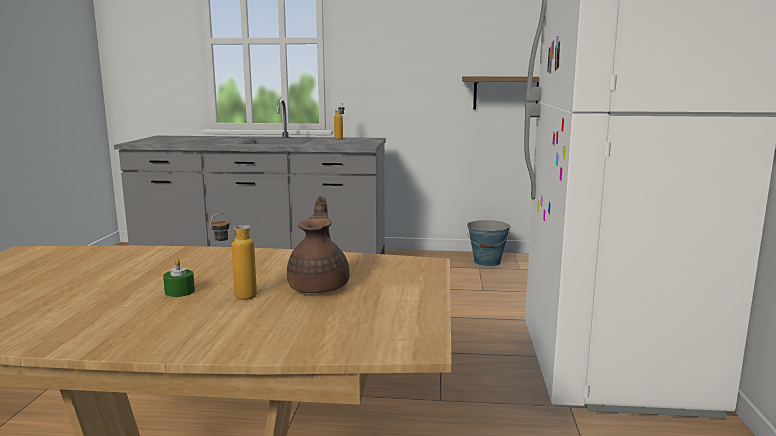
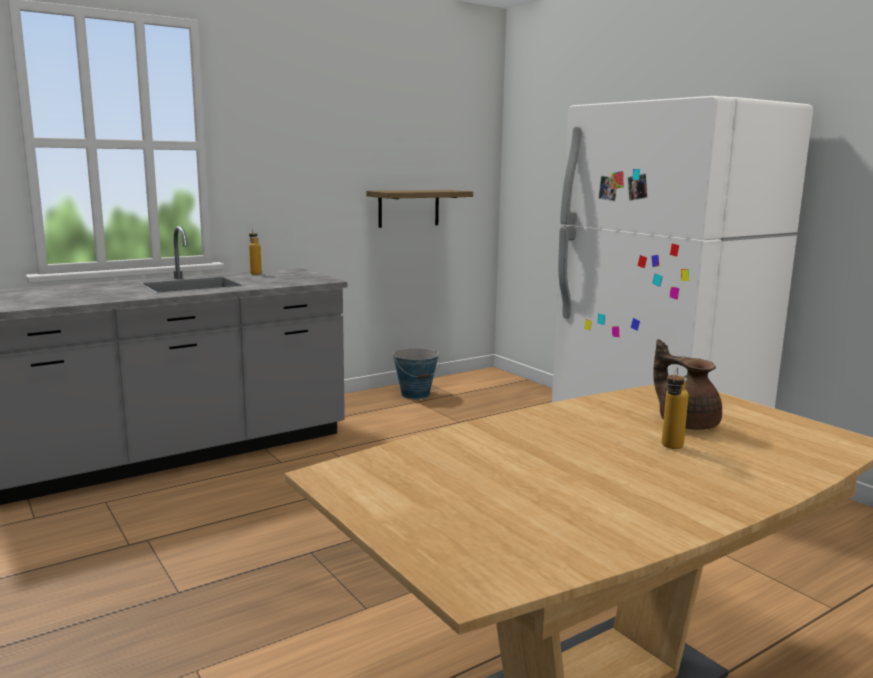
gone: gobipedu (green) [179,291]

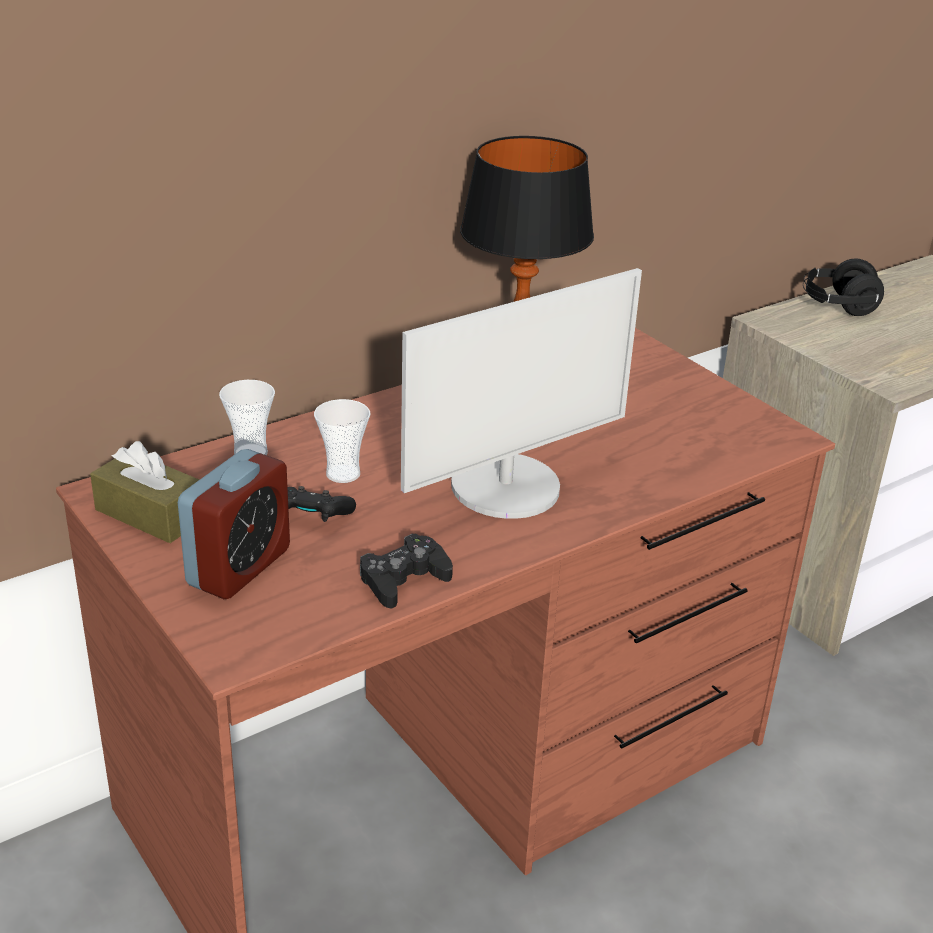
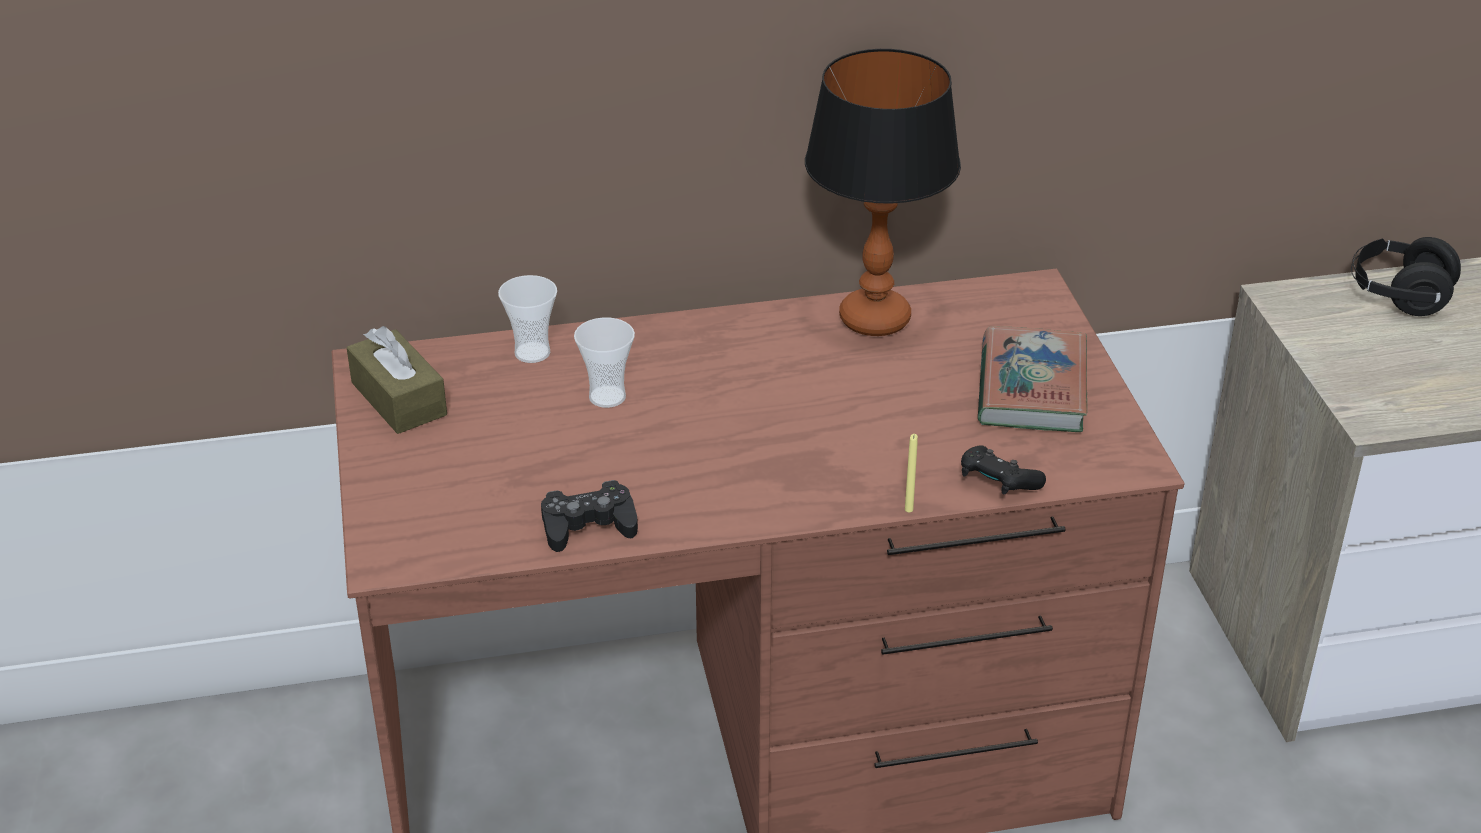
gone: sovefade [239,567]; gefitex [507,487]
new: gobipedu (yellow) [908,509]; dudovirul [1031,388]
shifted: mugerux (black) [313,517] to [997,484]

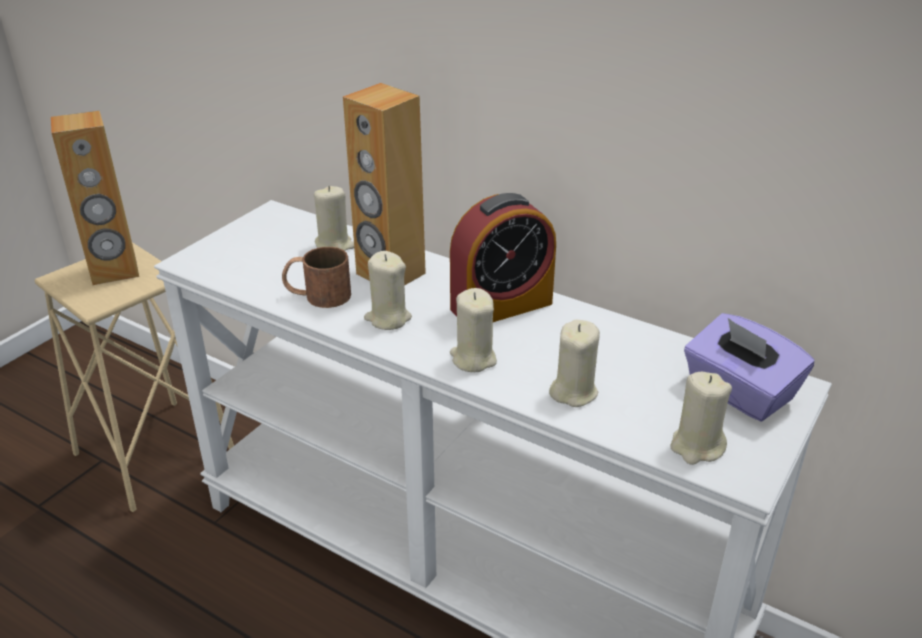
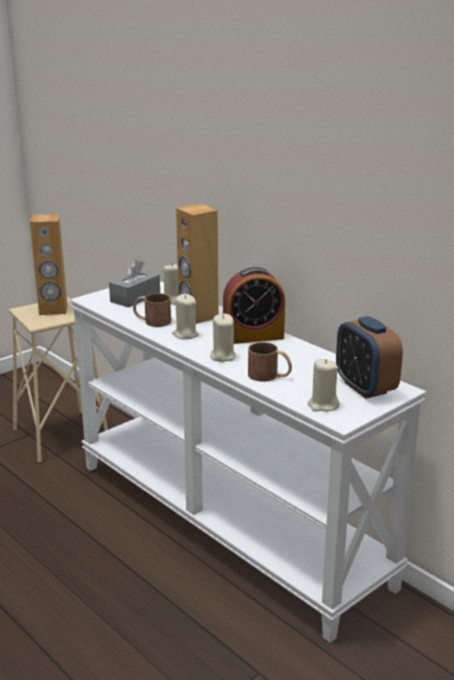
new: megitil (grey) [135,297]
swapped: gobipedu (beige) [573,392] to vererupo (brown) [269,376]; megitil (purple) [738,393] to sovefade [365,388]

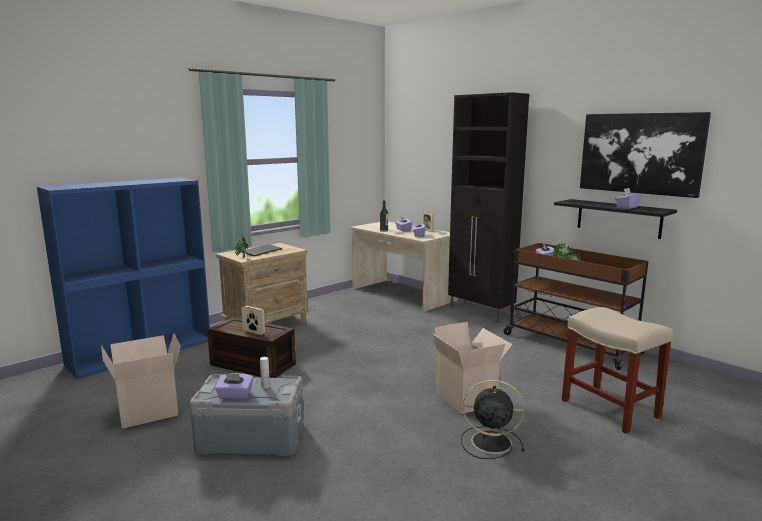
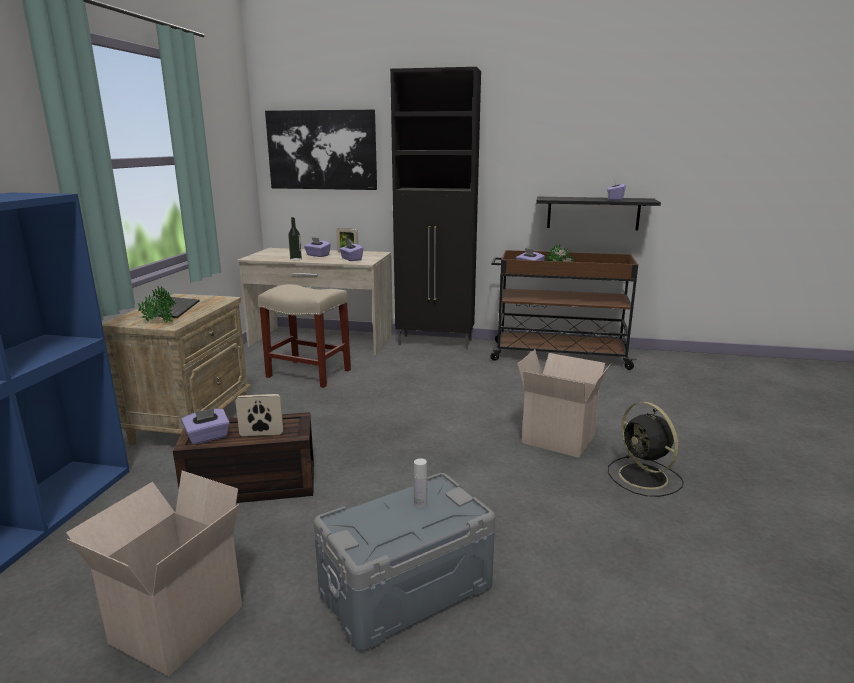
shifted: megitil (purple) [235,396] to [207,437]; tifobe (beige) [608,408] to [307,373]; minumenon [640,153] to [322,150]
rotated: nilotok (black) [489,442] = [644,477] 90 degrees counterclockwise

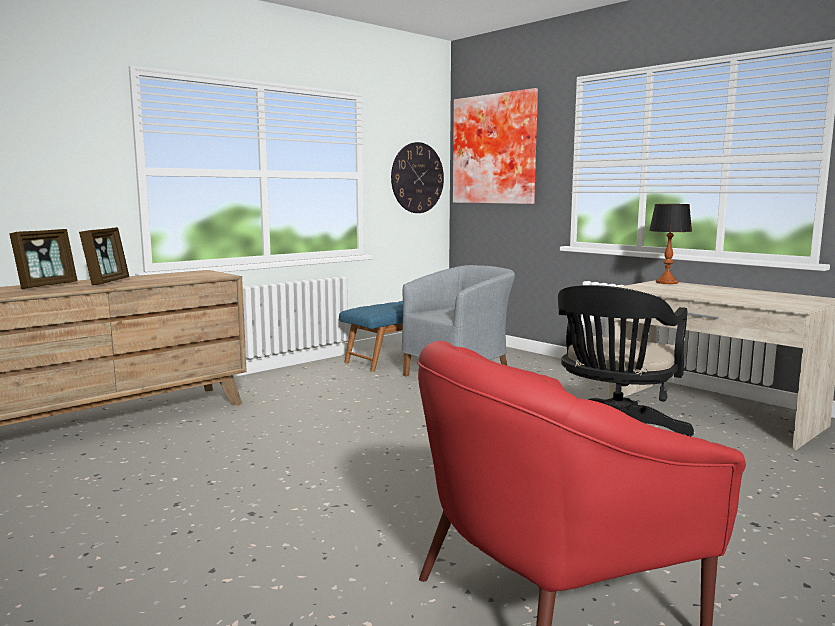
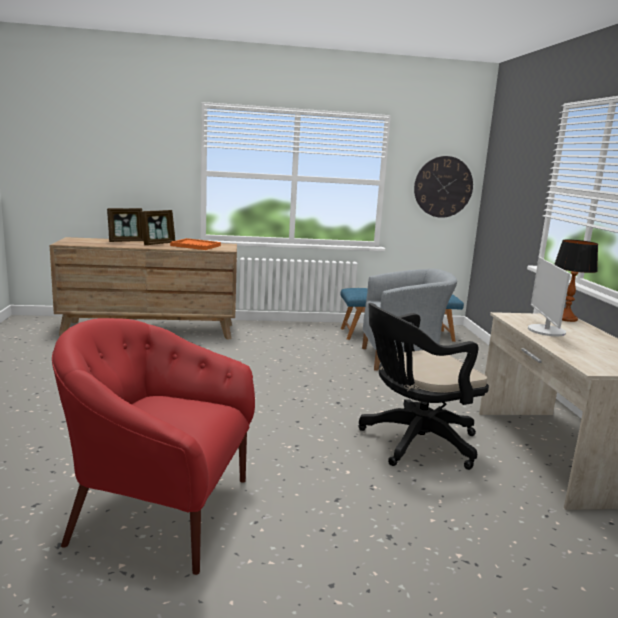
gone: minumenon [496,149]
new: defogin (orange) [196,246]; gefitex [546,331]

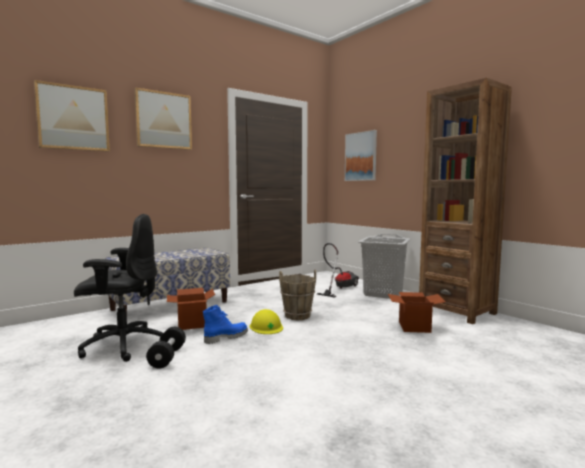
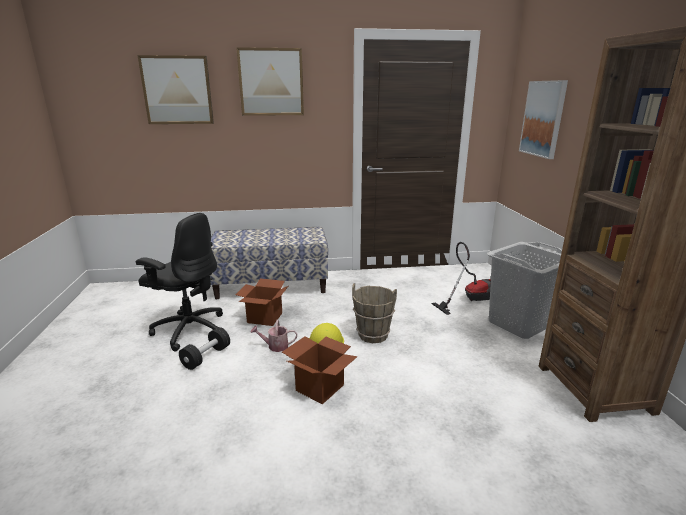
shifted: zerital [414,327] to [320,388]
swapped: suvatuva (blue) [226,337] to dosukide [275,346]

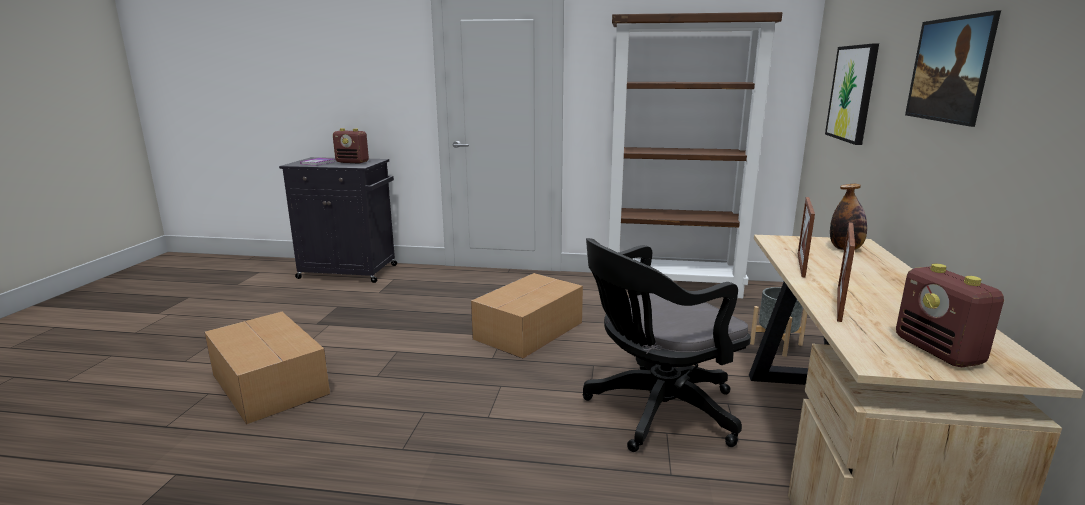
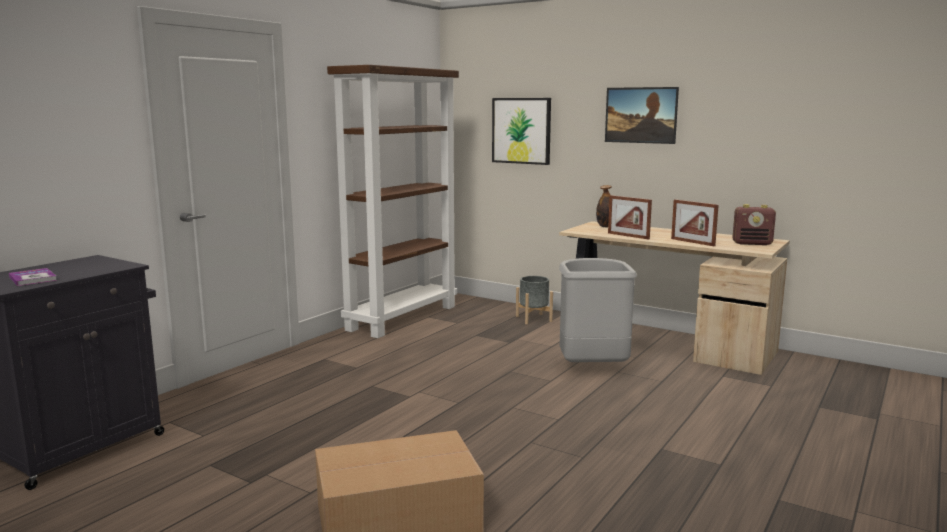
gone: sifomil [352,162]; zerital [530,330]
swapped: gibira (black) [655,412] to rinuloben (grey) [591,368]

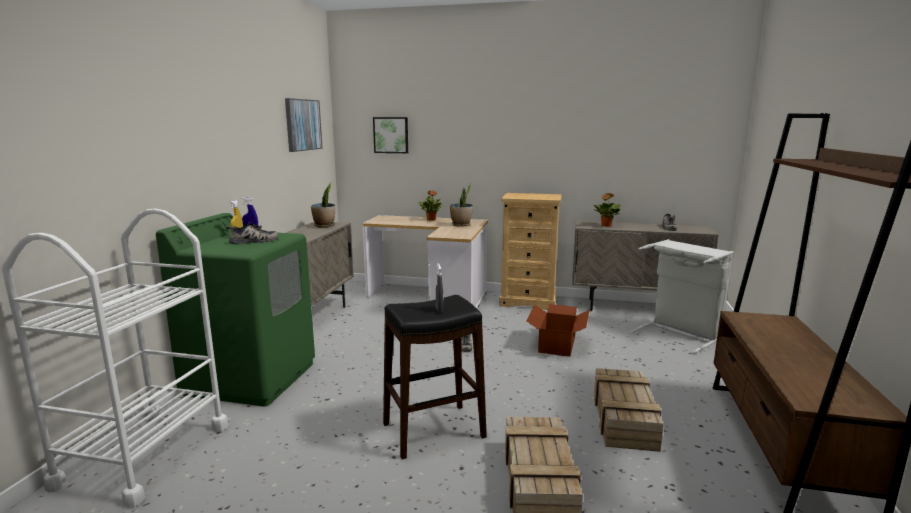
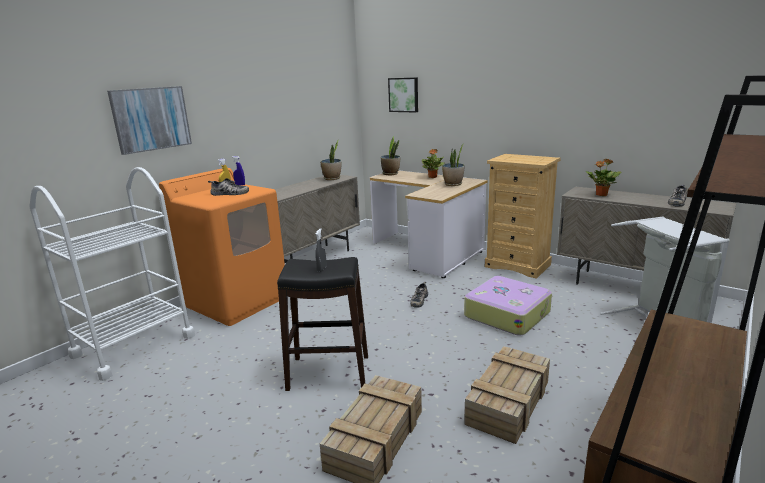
new: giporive [391,174]
shifted: minumenon [303,125] to [151,119]
swapped: zerital [556,344] to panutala [507,314]
repainted: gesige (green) [252,378] to gesige (orange) [237,301]

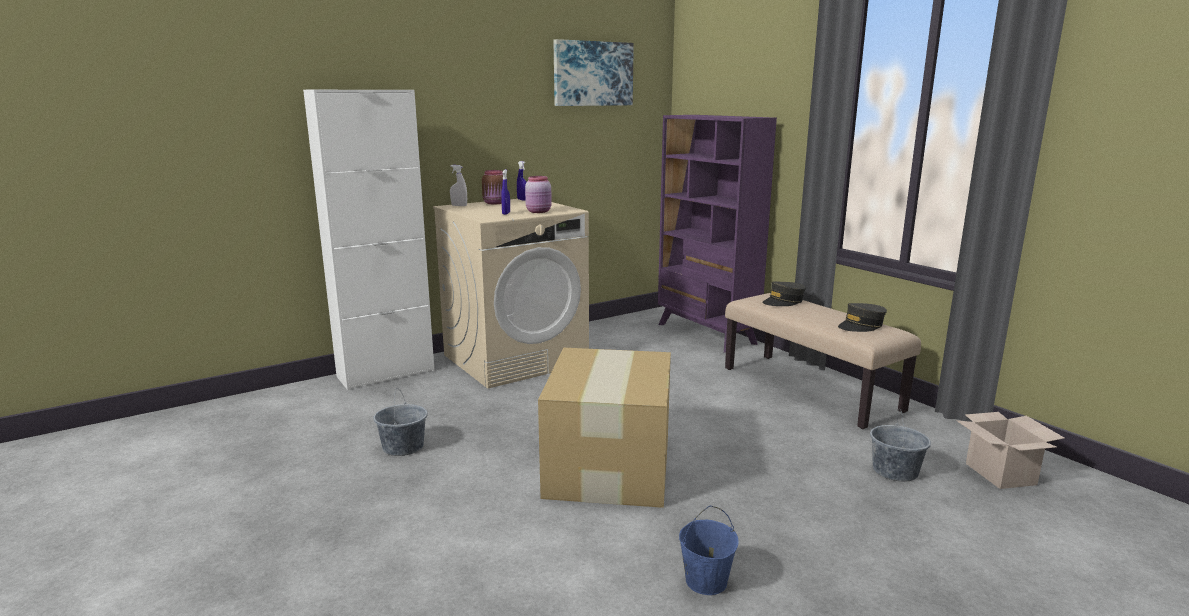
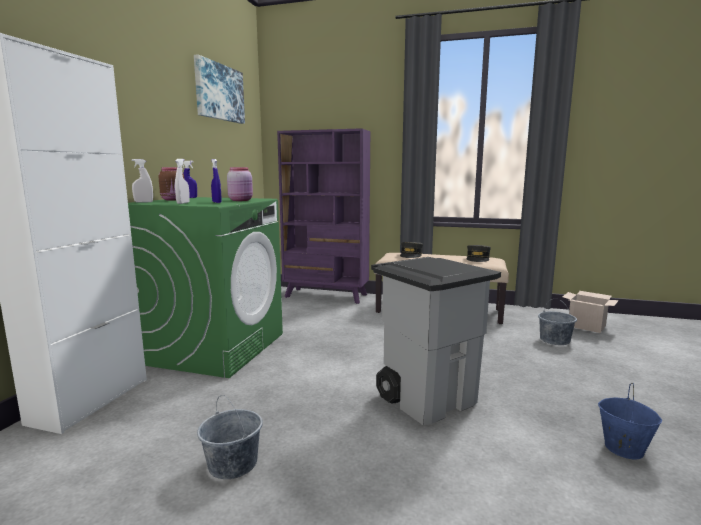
new: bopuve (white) [183,203]
swapped: zerital [610,465] to rinuloben (grey) [428,398]
repainted: gesige (beige) [516,359] to gesige (green) [214,347]

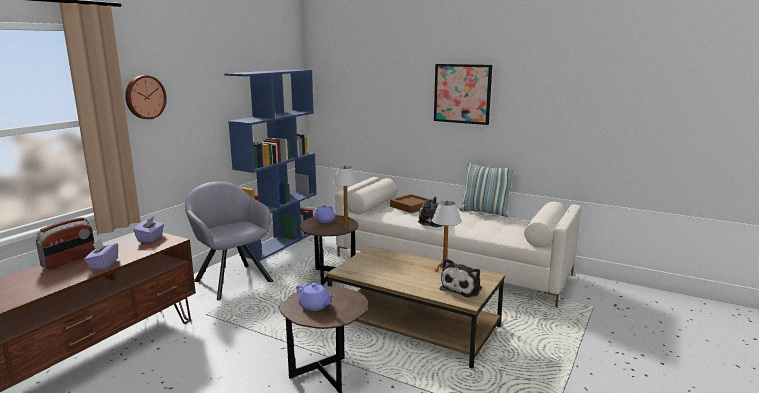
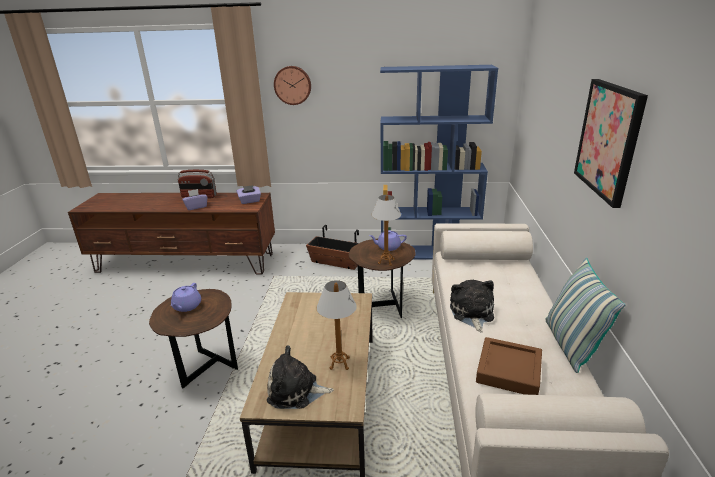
shifted: defogin (brown) [411,206] to [508,370]
swapped: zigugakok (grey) [231,279] to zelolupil [336,262]

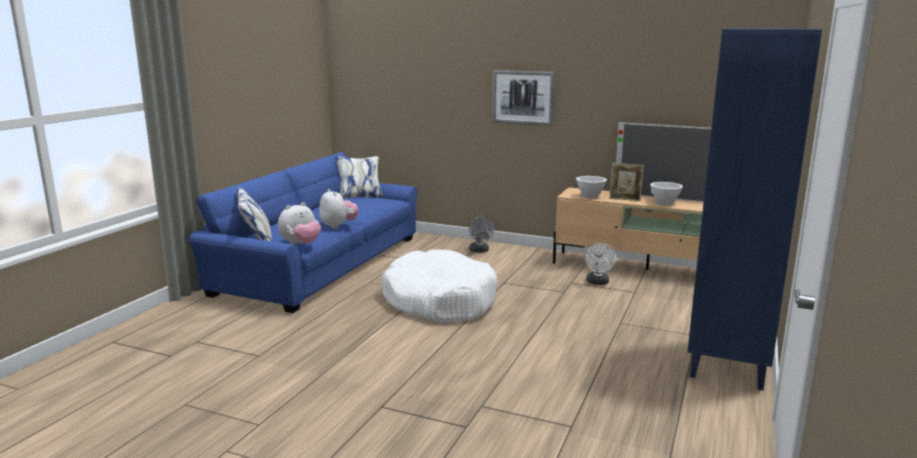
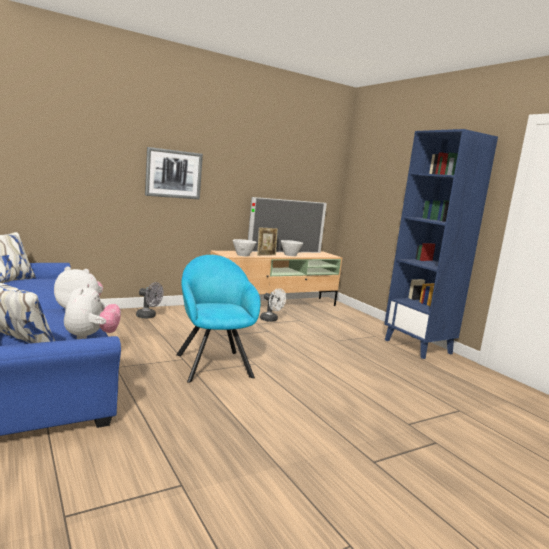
swapped: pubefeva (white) [439,301] to zigugakok (turquoise) [213,363]

